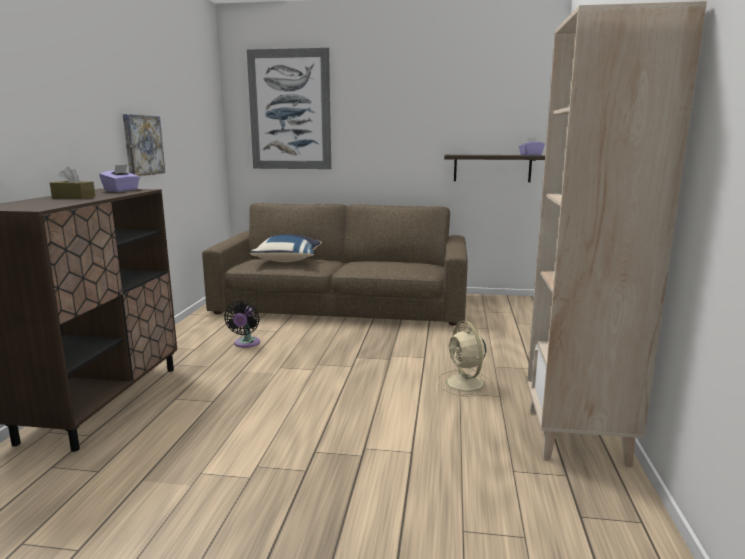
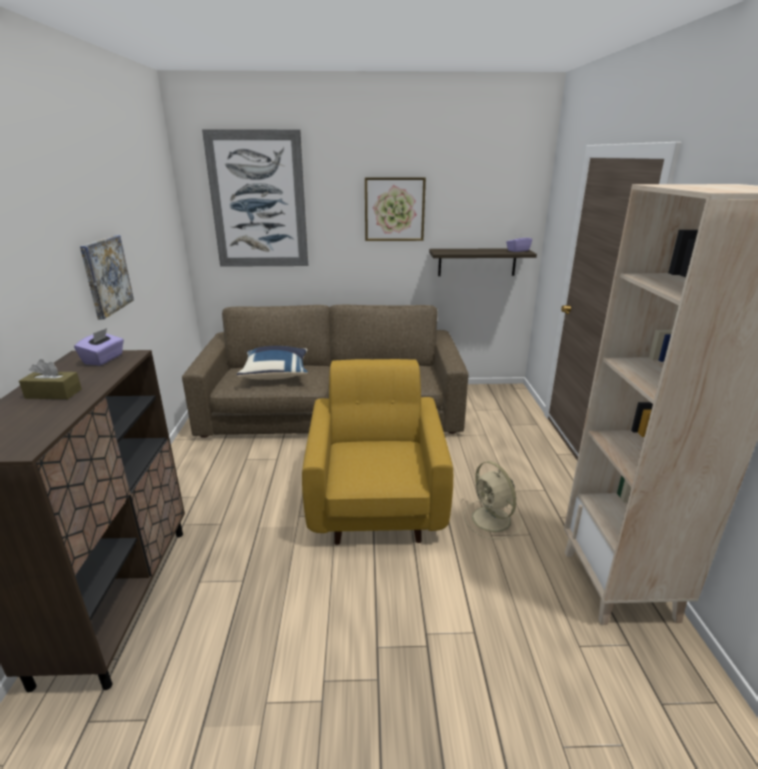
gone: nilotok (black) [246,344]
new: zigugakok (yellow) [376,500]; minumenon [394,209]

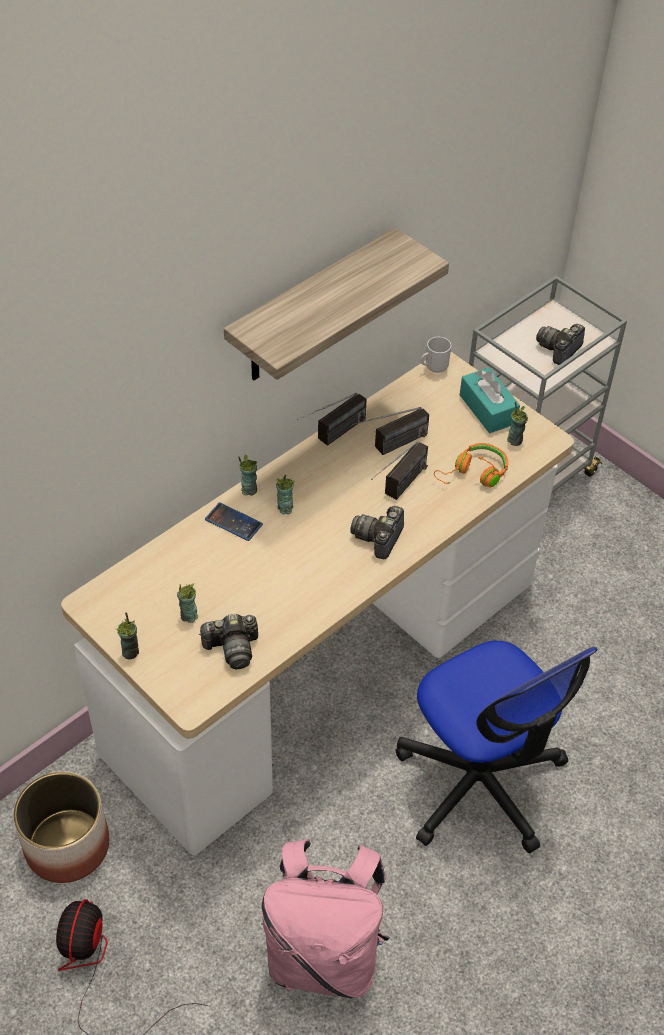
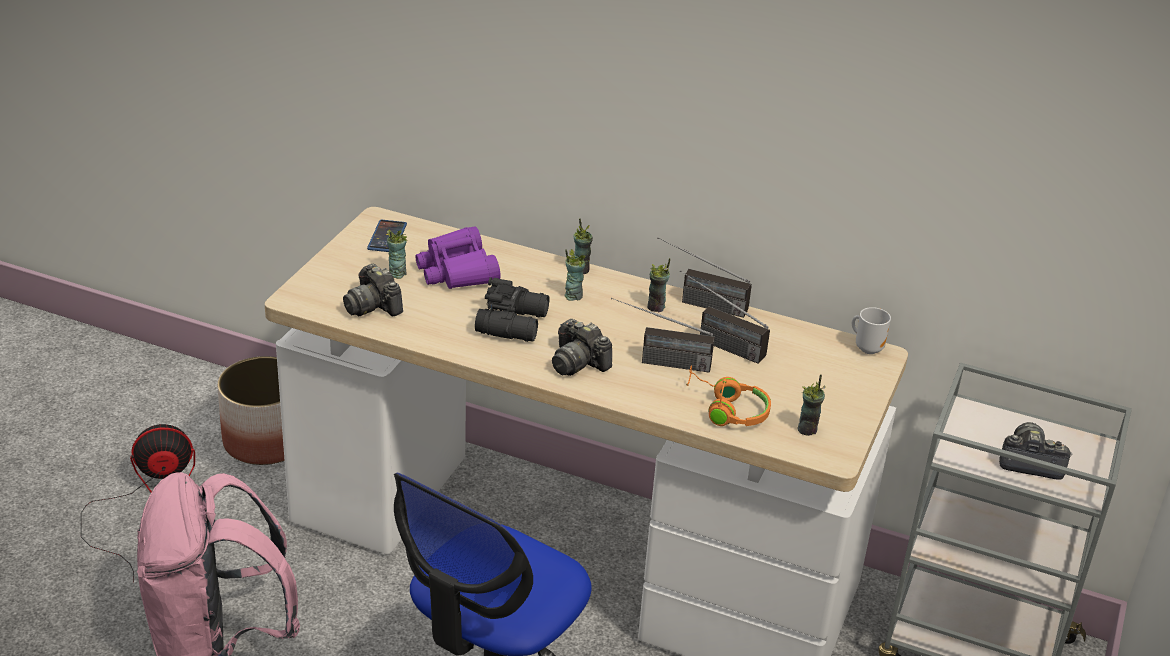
gone: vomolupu [312,309]; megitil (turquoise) [487,409]
new: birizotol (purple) [457,270]; birizotol (black) [514,323]
shifted: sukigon [130,652] to [656,307]; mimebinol [233,522] to [387,237]
rotated: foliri [379,538] = [578,363] 135 degrees counterclockwise

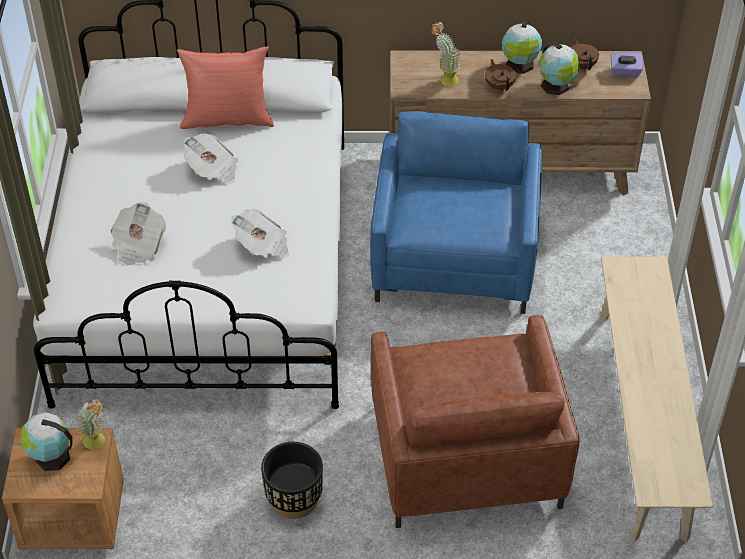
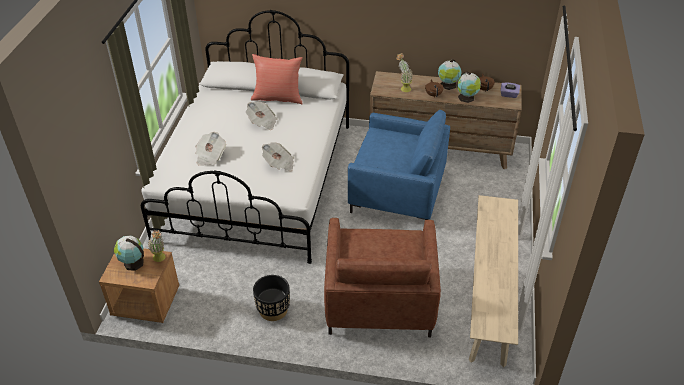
rotated: zigugakok (blue) [454,259] = [397,192] 90 degrees clockwise

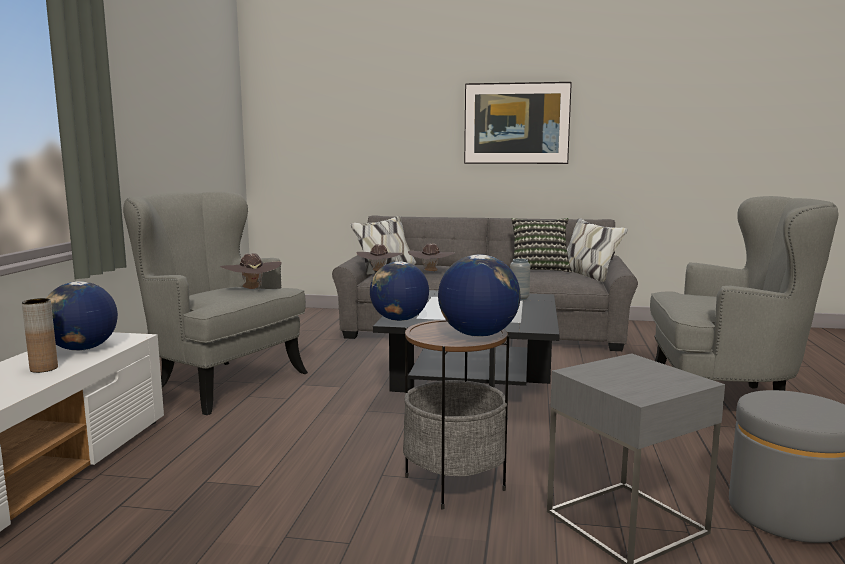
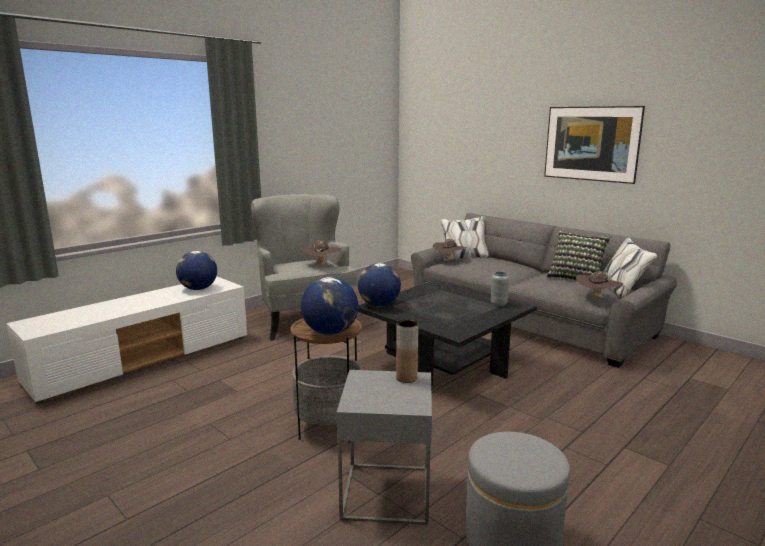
gone: zigugakok (grey) [724,401]
shifted: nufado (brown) [44,368] to [406,378]; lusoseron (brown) [431,272] to [597,298]

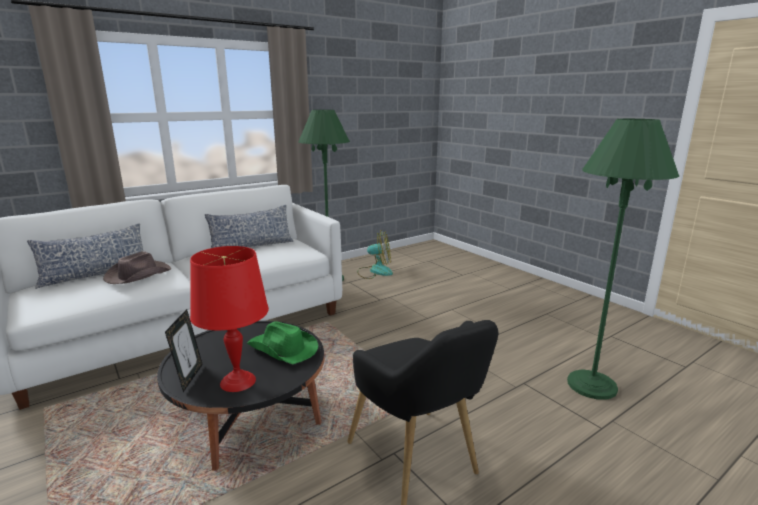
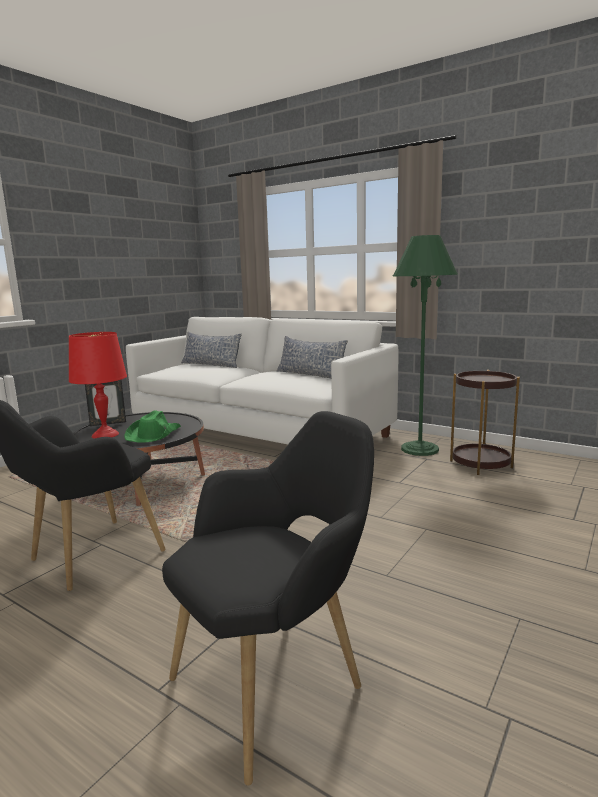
gone: lusoseron (brown) [137,275]
swapped: nilotok [375,271] to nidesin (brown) [480,464]; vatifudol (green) [591,385] to zigugakok (black) [279,681]

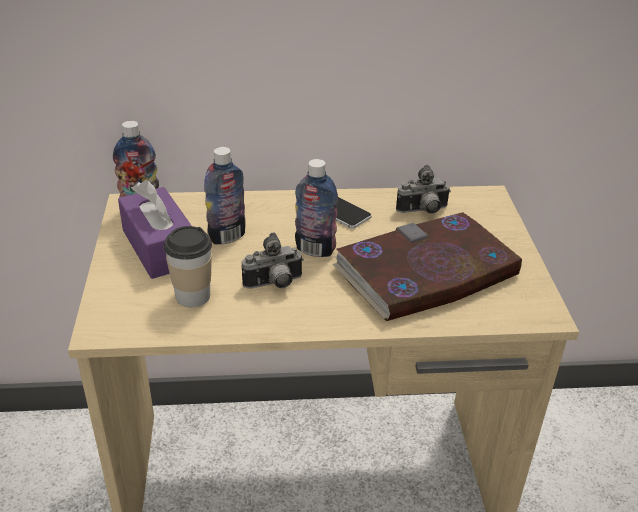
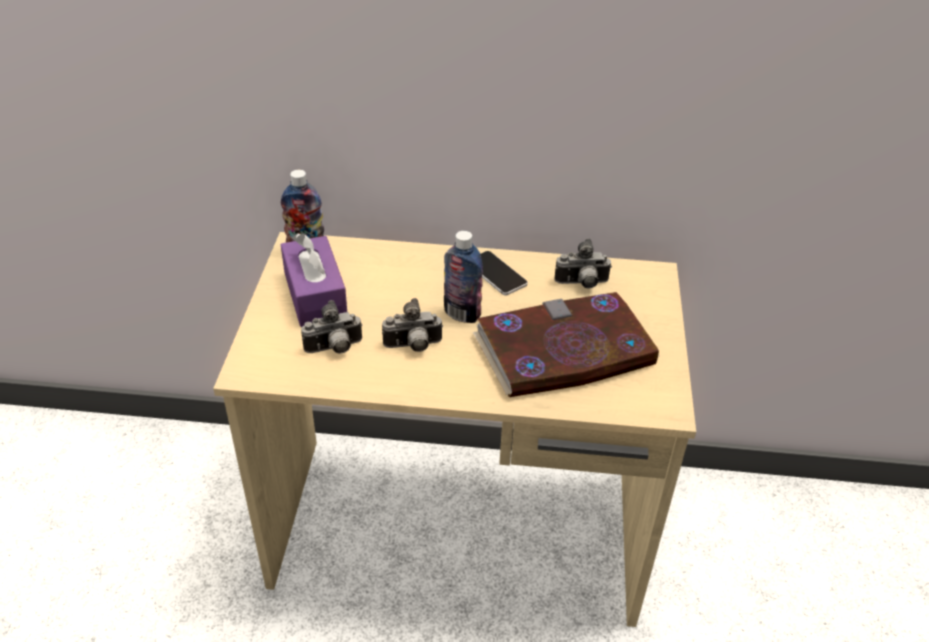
gone: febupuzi [227,236]
swapped: sukigon [192,296] to foliri [334,349]

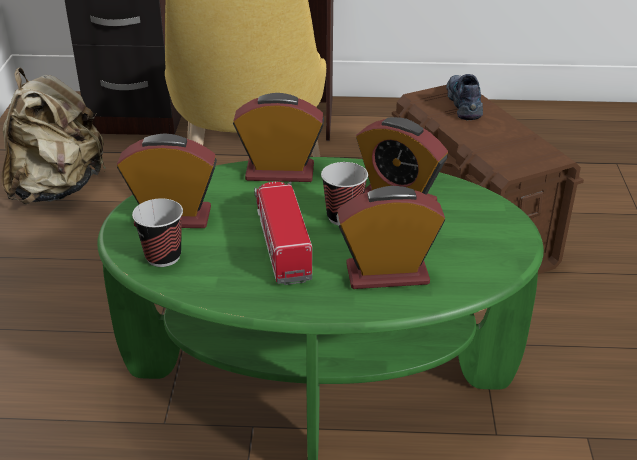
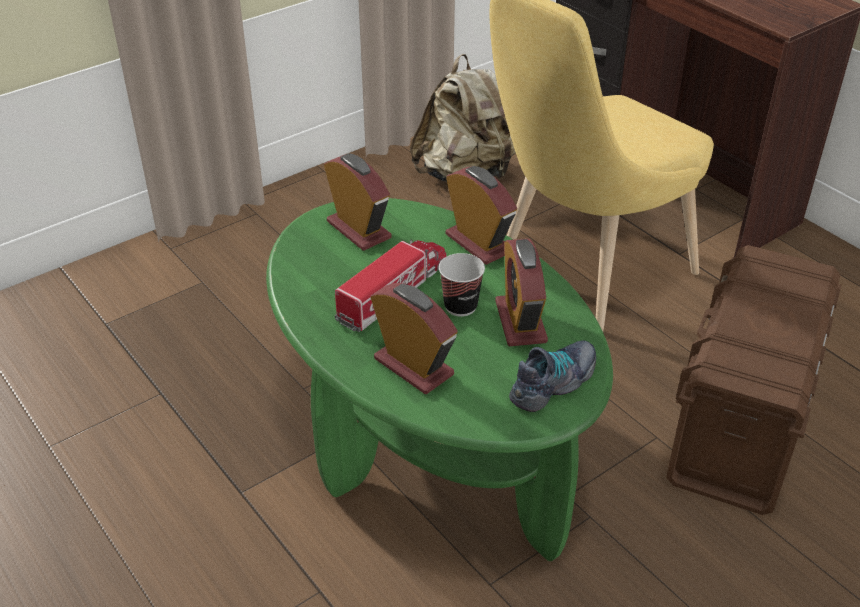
gone: sukigon [163,256]
shifted: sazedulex [464,103] to [554,383]

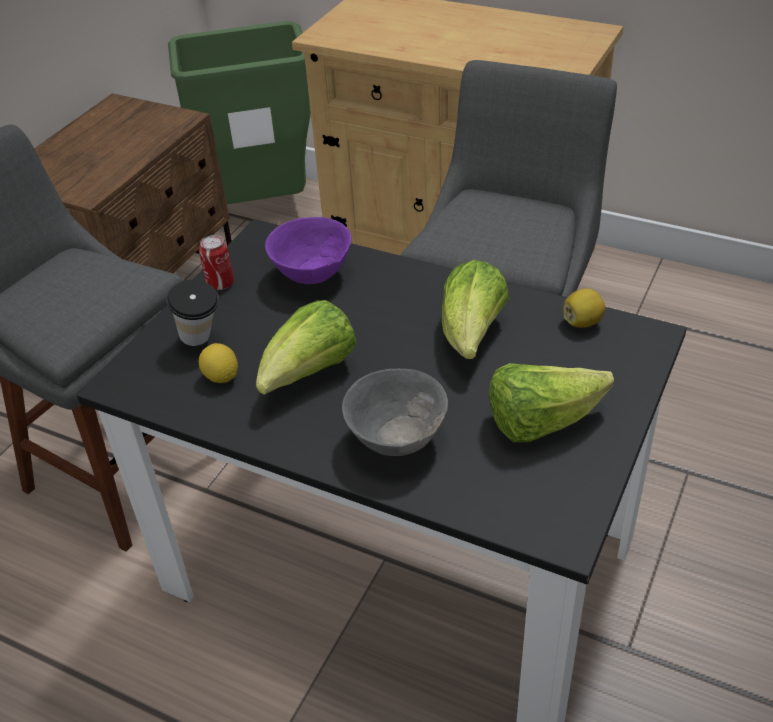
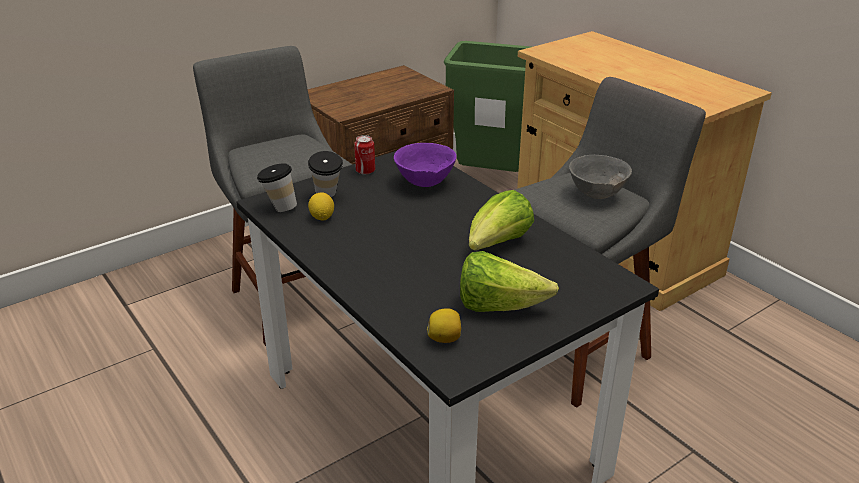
gone: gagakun [309,374]
new: sukigon [279,208]
shifted: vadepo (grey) [397,441] to [597,195]; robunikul [582,322] to [445,338]

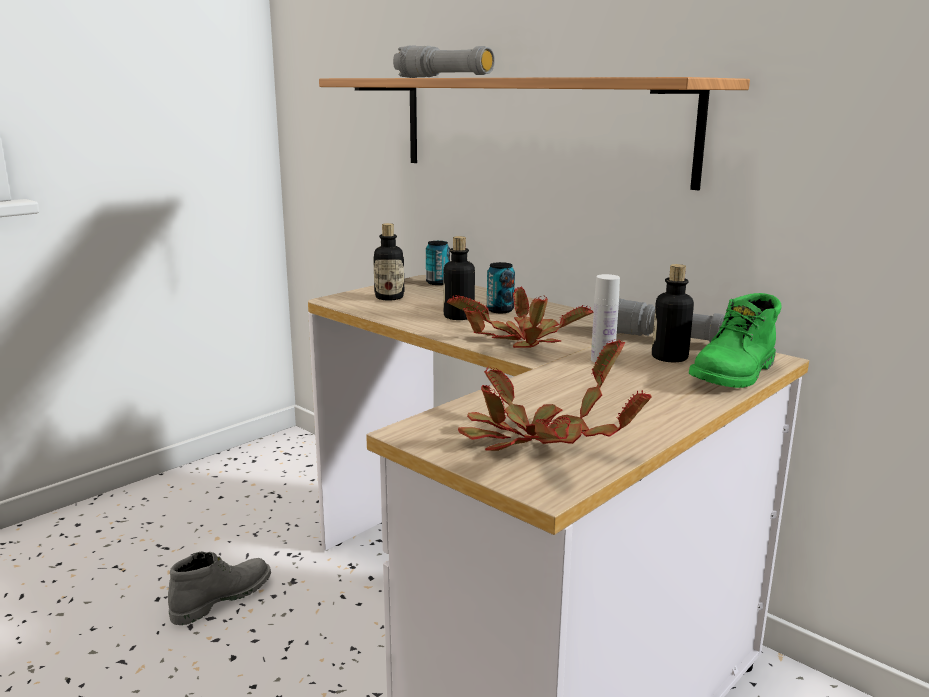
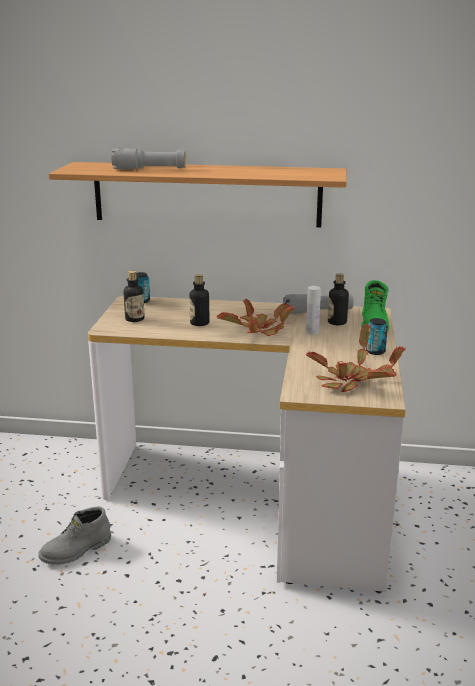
shifted: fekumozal [500,310] to [375,351]
rotated: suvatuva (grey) [221,598] = [76,550] 135 degrees counterclockwise

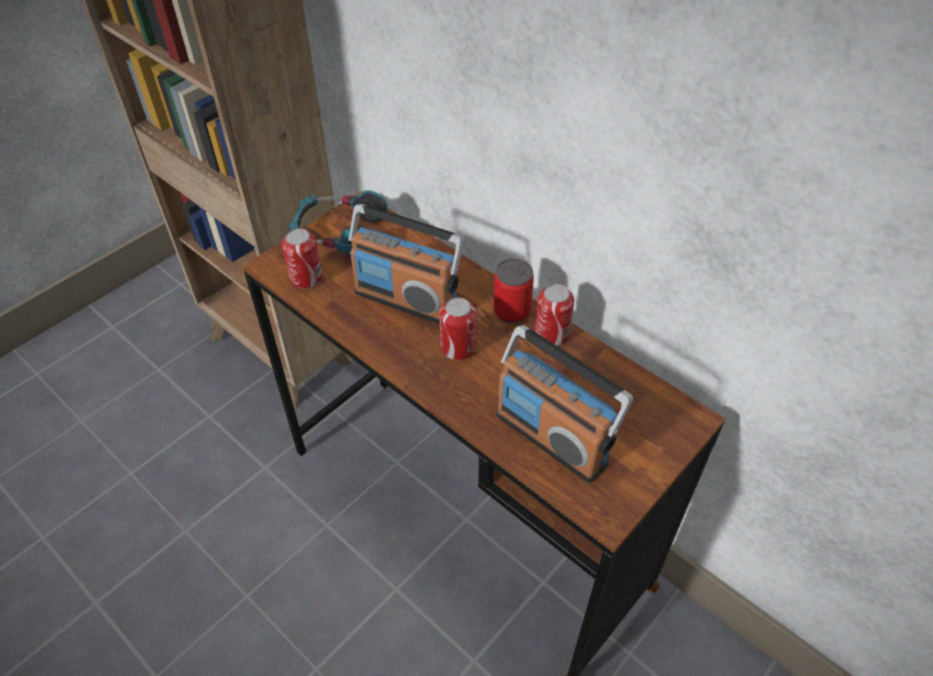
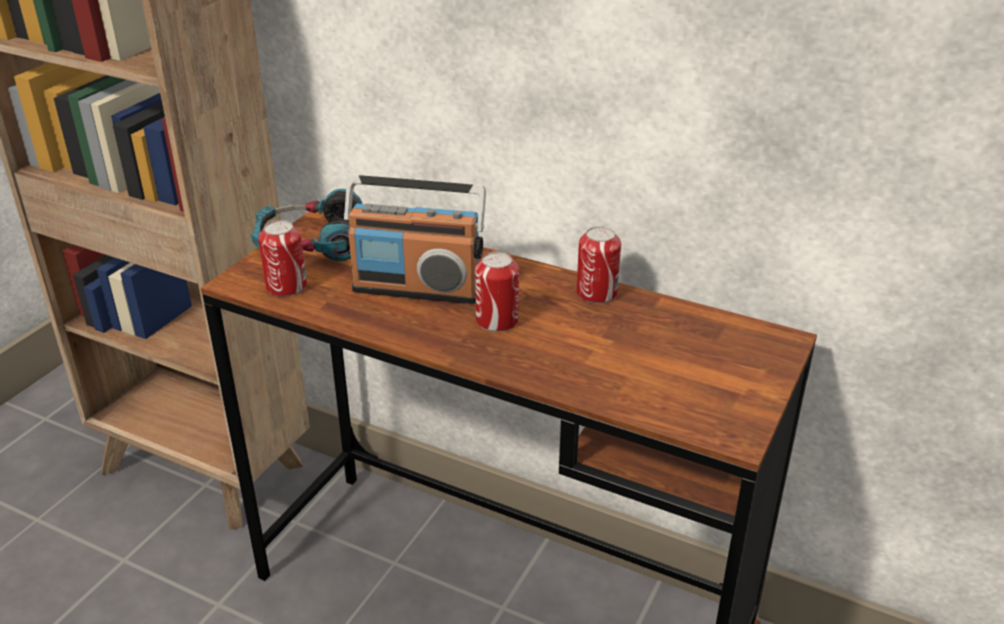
gone: fekumozal [512,311]; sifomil [552,437]

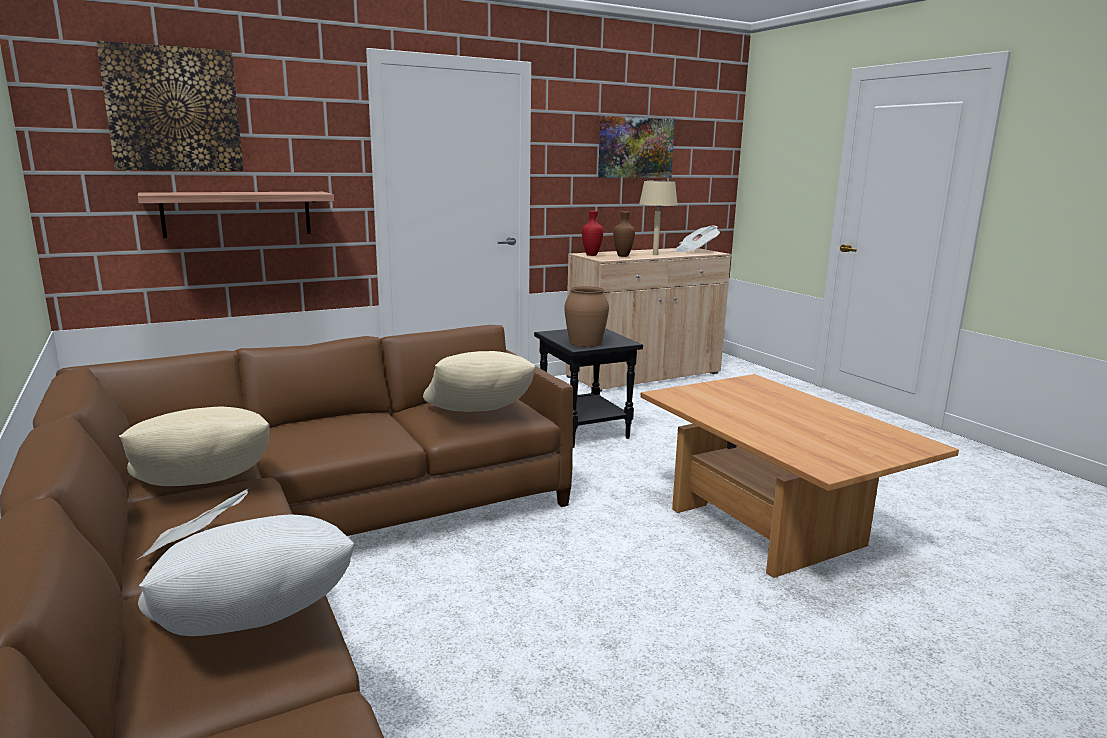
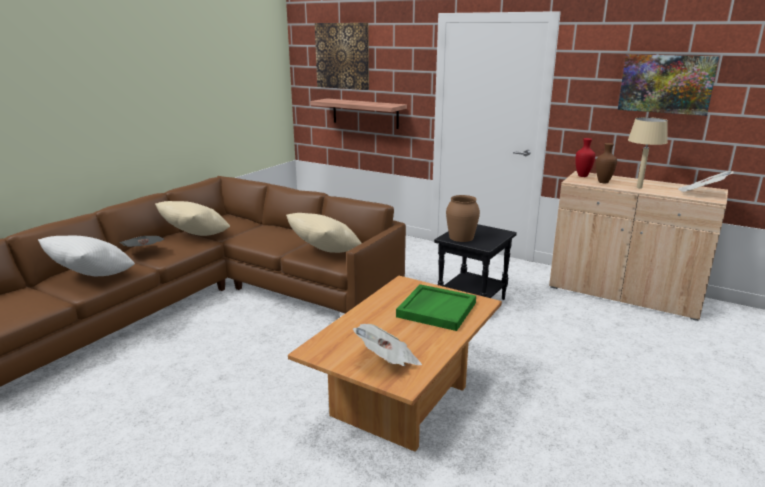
new: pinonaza [388,361]; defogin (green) [436,309]

